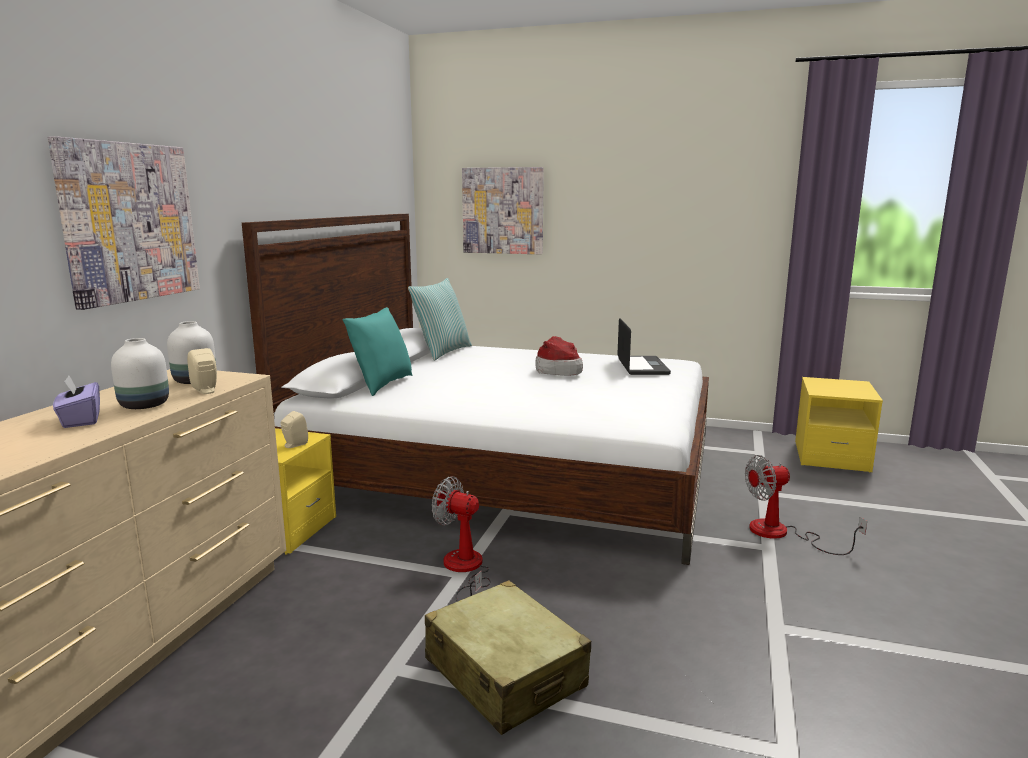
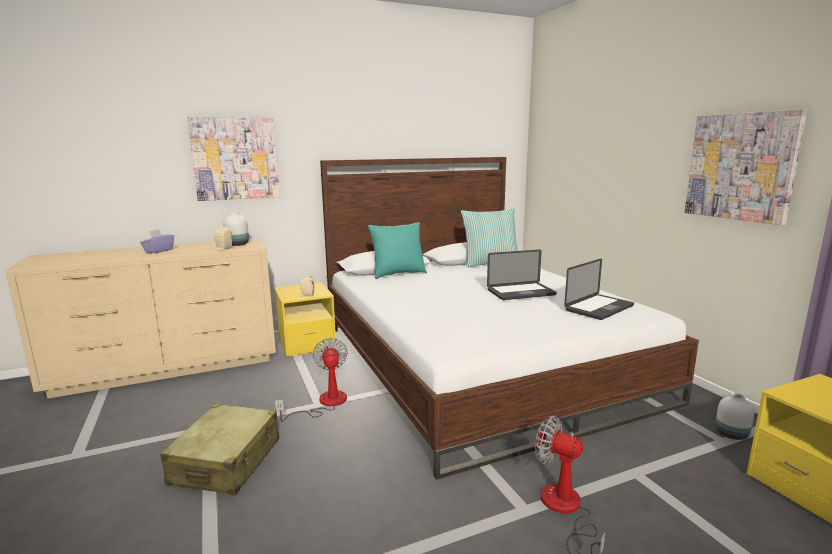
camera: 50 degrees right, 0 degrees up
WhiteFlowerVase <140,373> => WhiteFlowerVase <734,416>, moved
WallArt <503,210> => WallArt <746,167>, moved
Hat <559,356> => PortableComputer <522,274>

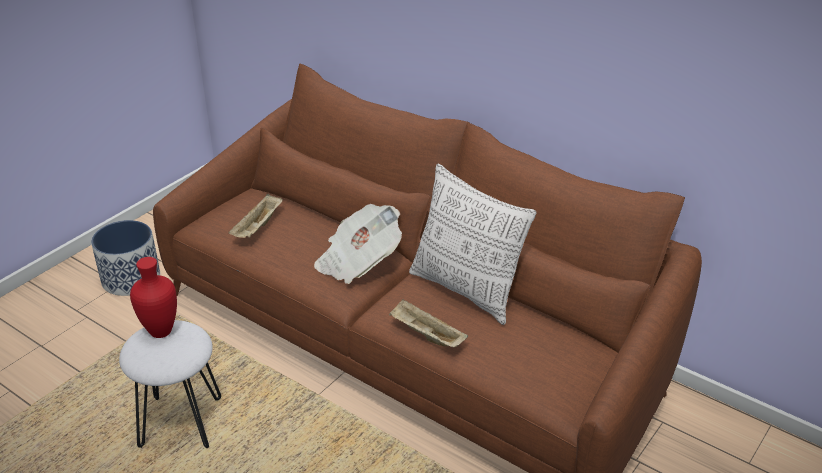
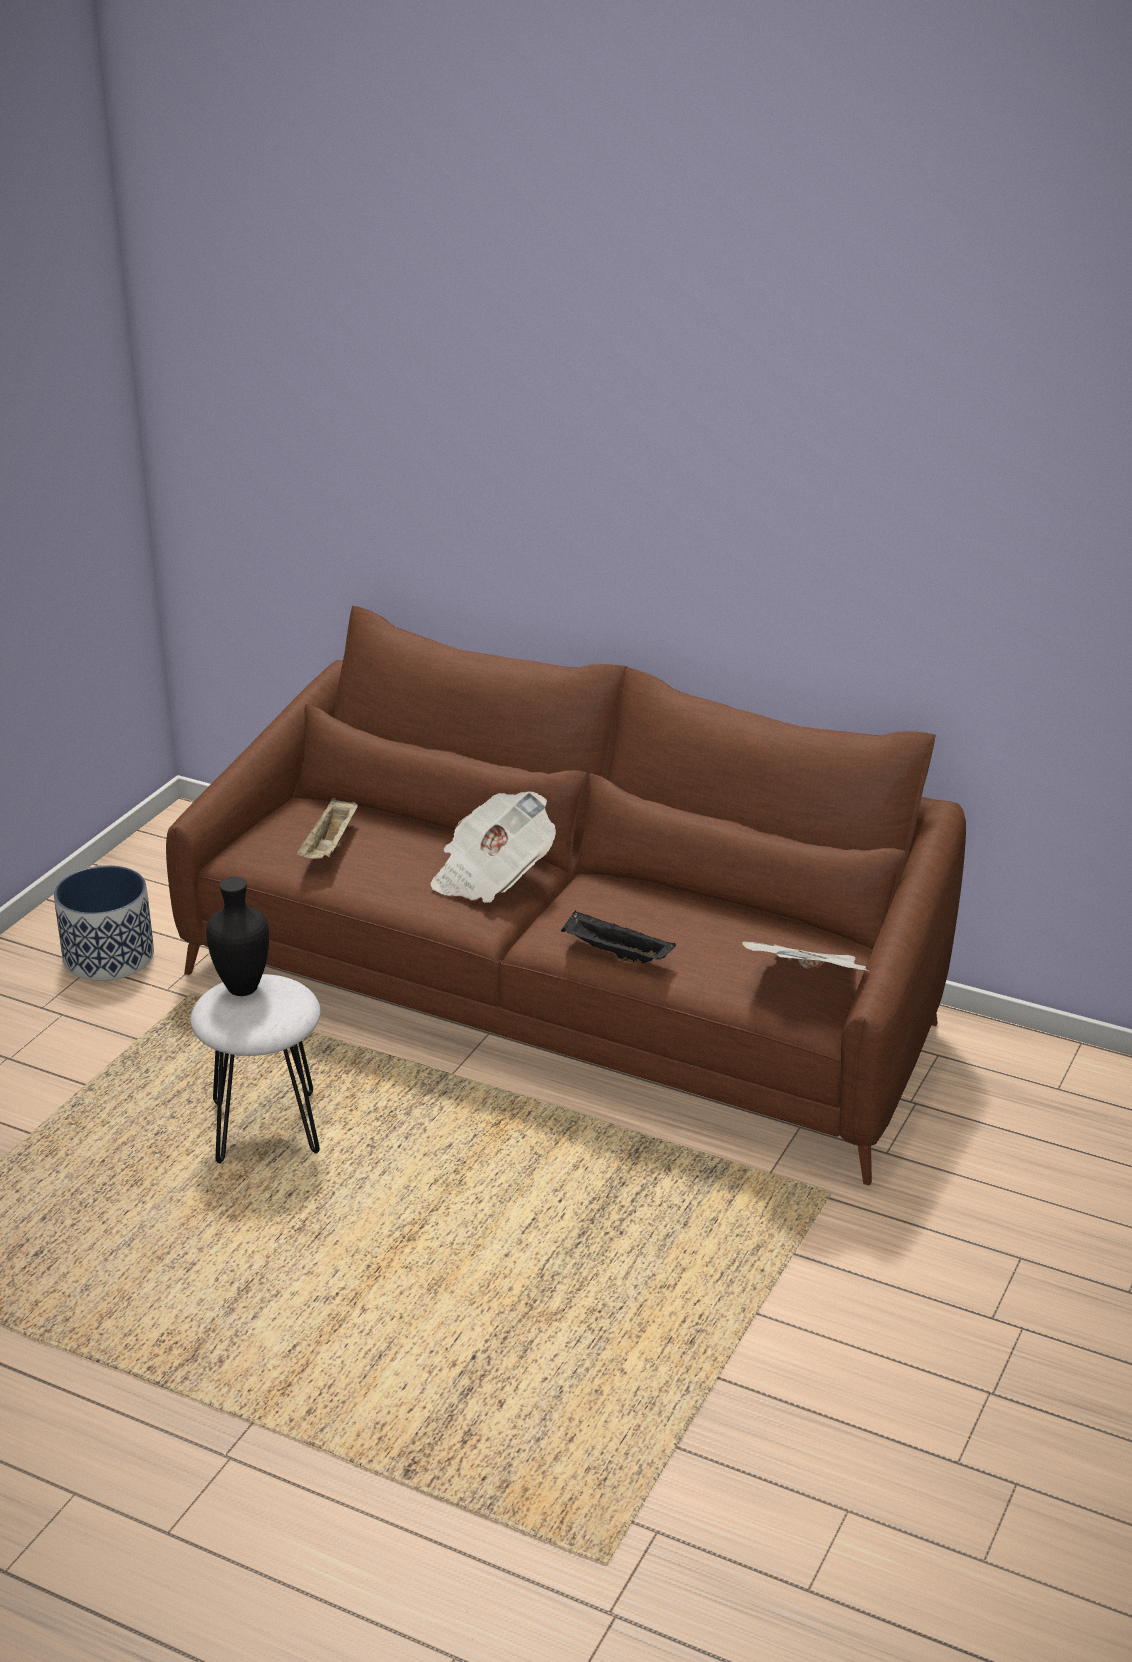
camera: 10 degrees left, 5 degrees down
RedFlowerVase <153,297> => BlackColouredFlowerVase <237,936>
BeigeColouredTray <428,323> => BlackColouredTray <618,936>
Cushion <473,244> => nothing
nothing => PrintedPaper <806,957>

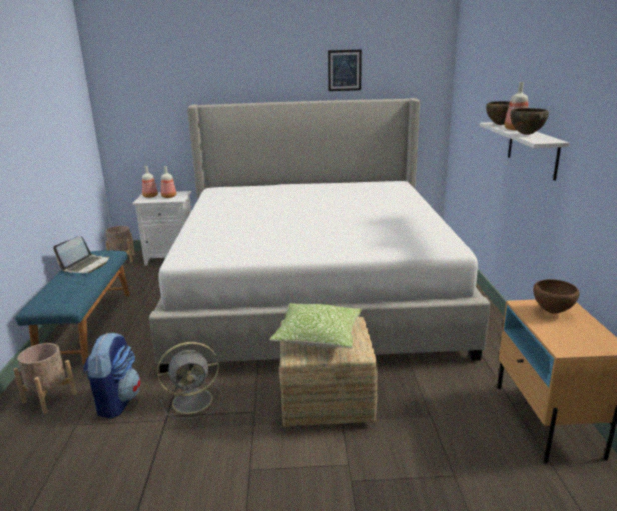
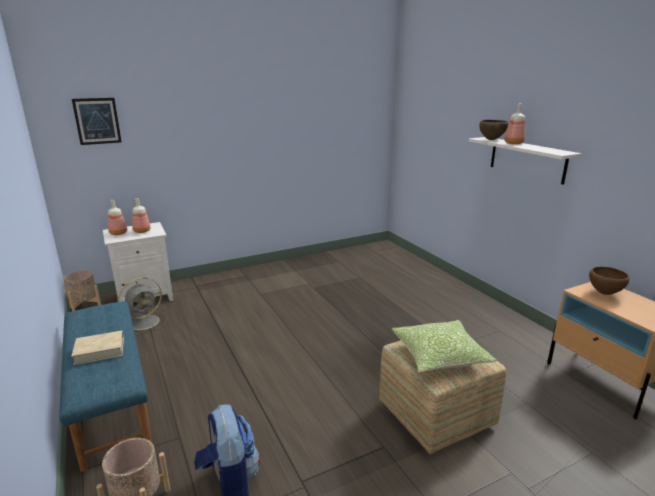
camera: 25 degrees left, 0 degrees up
PortableComputer <81,254> => nothing
Bed <319,236> => nothing
GrayElectricFan <190,381> => GrayElectricFan <142,305>, moved
WallArt <345,70> => WallArt <97,121>, moved
BrownDeepDish <529,121> => nothing
nothing => BeigeColouredBoundBook <97,348>

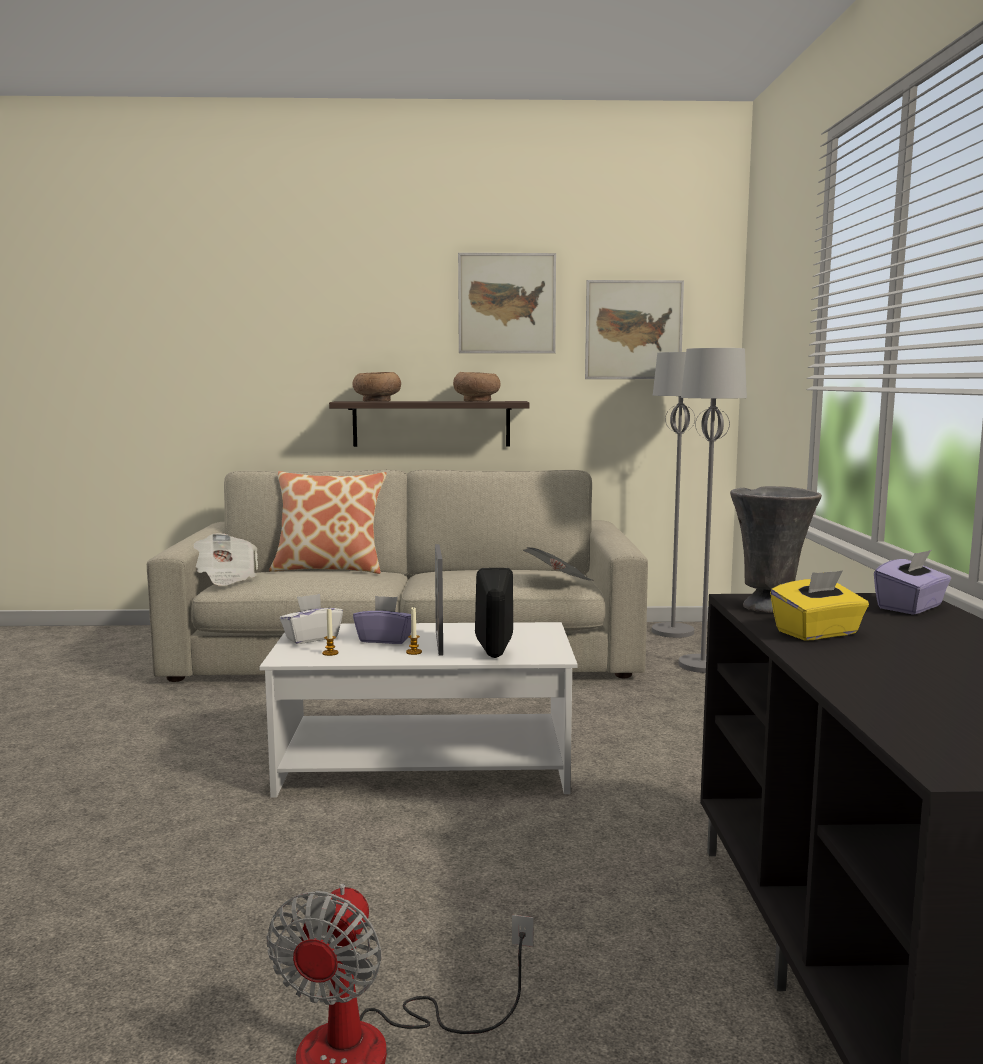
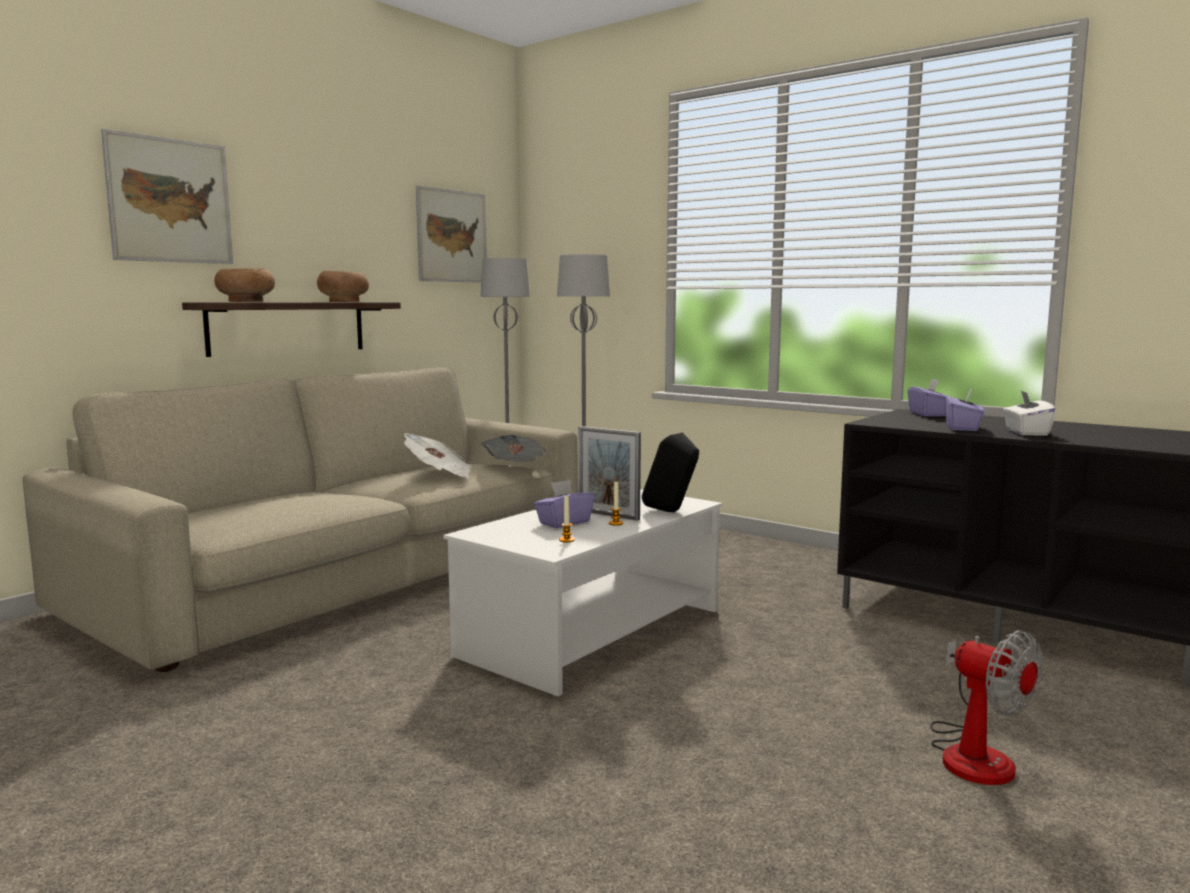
camera: 50 degrees left, 0 degrees up
PrintedPaper <226,559> => PrintedPaper <438,455>, moved
Cushion <328,522> => nothing
WhiteBoxOfTissues <311,619> => WhiteBoxOfTissues <1029,413>, moved
WallArt <507,303> => WallArt <167,196>, moved
GrayFlowerVase <776,549> => nothing
YellowBoxOfTissues <819,605> => PurpleBoxOfTissues <965,410>

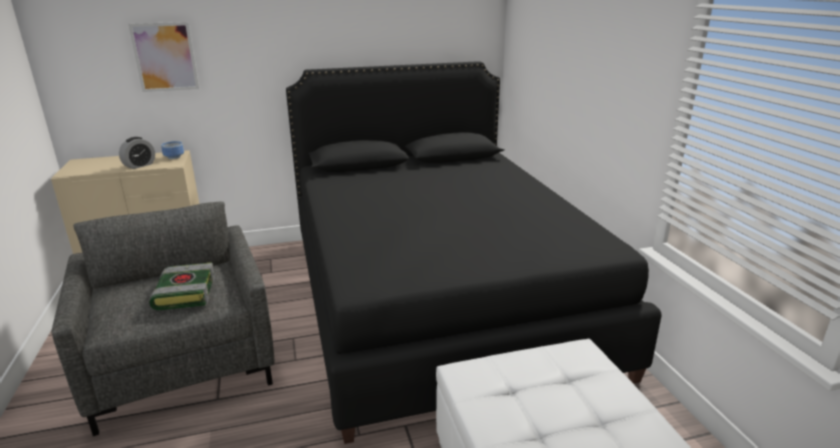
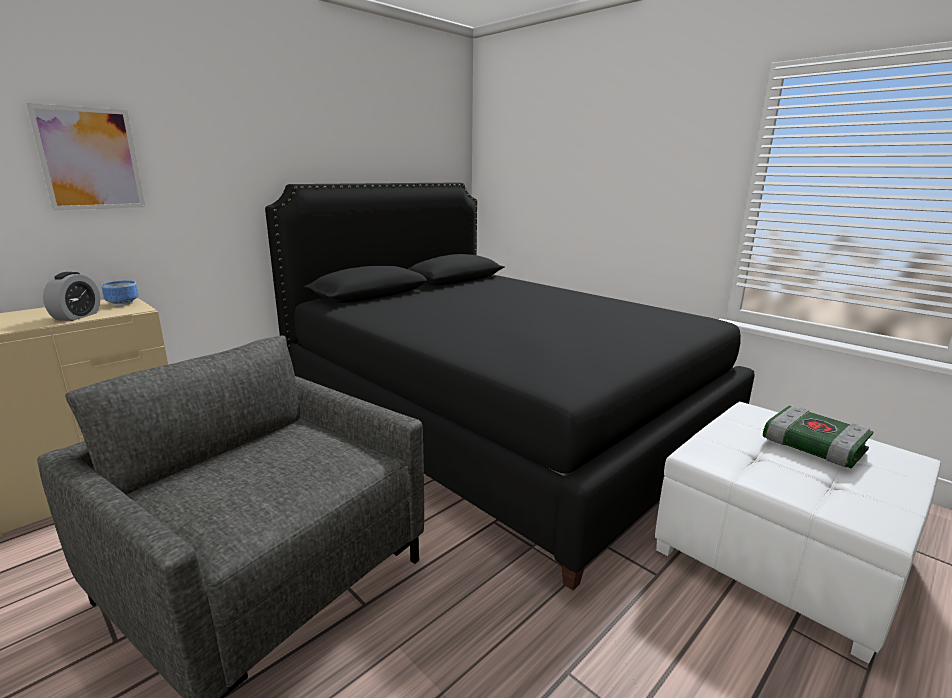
camera: 30 degrees left, 5 degrees down
BoundBook <182,286> => BoundBook <818,436>, moved

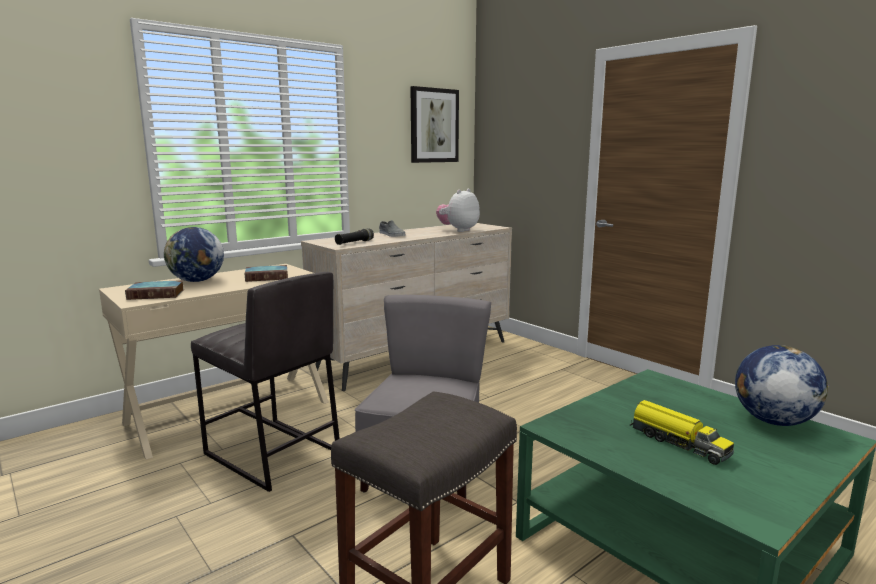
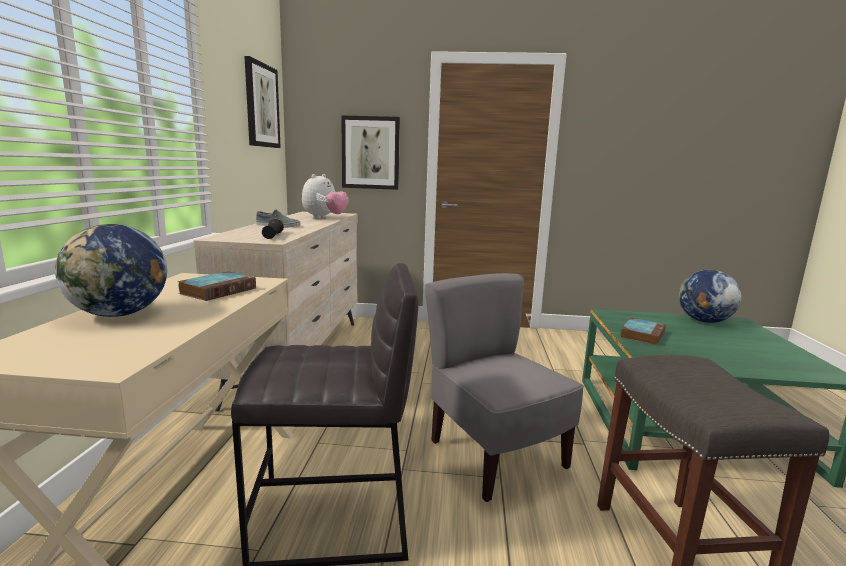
camera: 45 degrees left, 0 degrees up
BoundBook <154,290> => BoundBook <643,331>, moved
PlushToy <458,210> => PlushToy <325,196>, 150 degrees counterclockwise
ToyLorry <682,432> => nothing
nothing => WallArt <370,152>

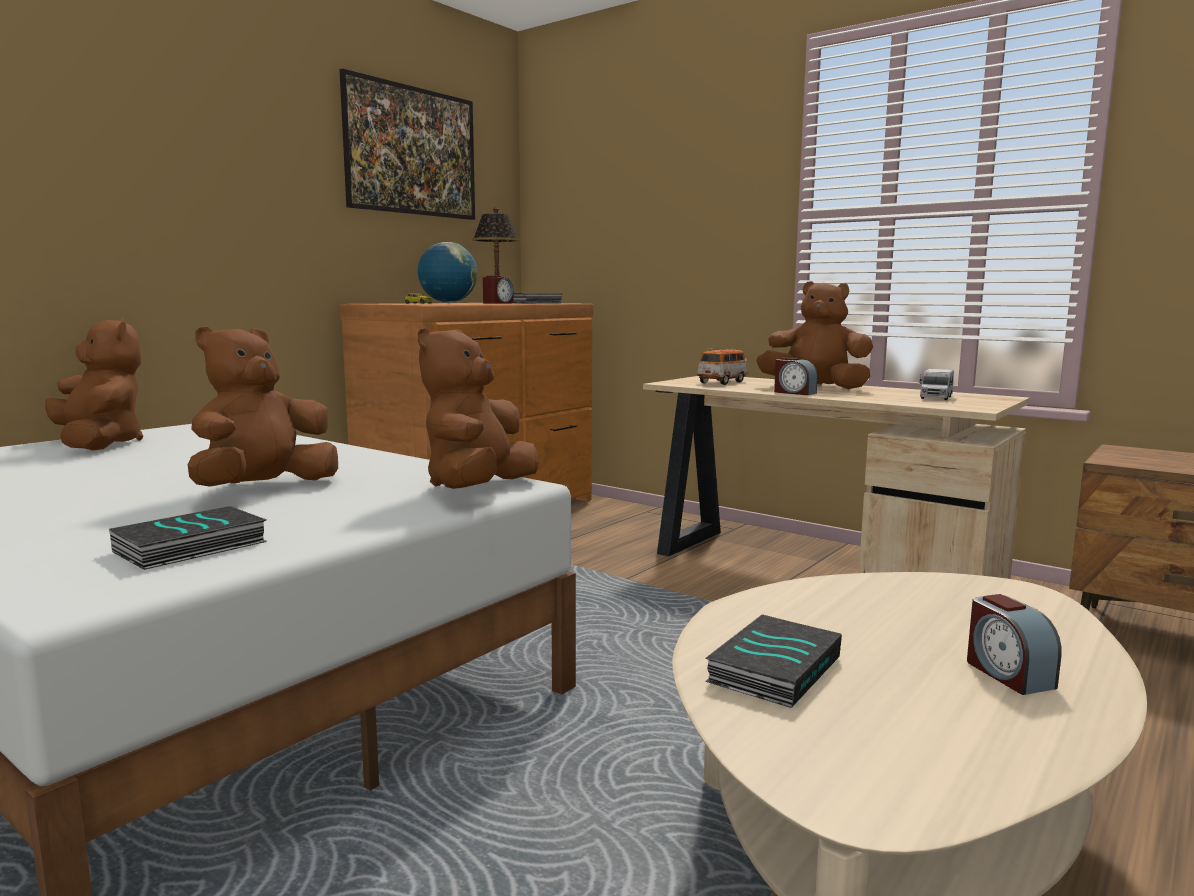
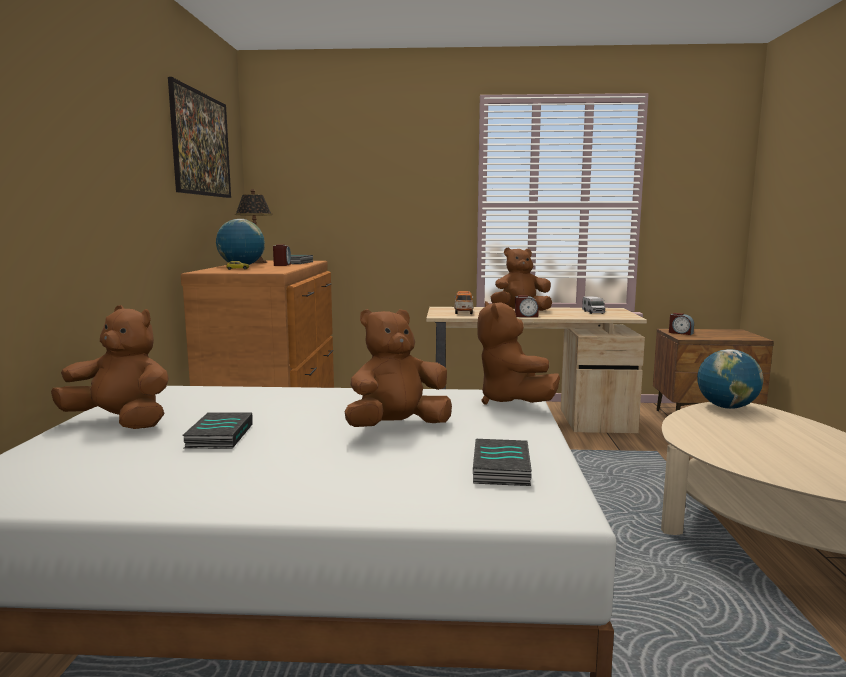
camera: 35 degrees left, 0 degrees up
BrownPlushToy <263,406> => BrownPlushToy <398,368>, 60 degrees clockwise
BoundBook <773,661> => BoundBook <217,430>, moved
BedsideClock <1014,644> => BedsideClock <681,324>, moved
nothing => WorldGlobe <730,379>

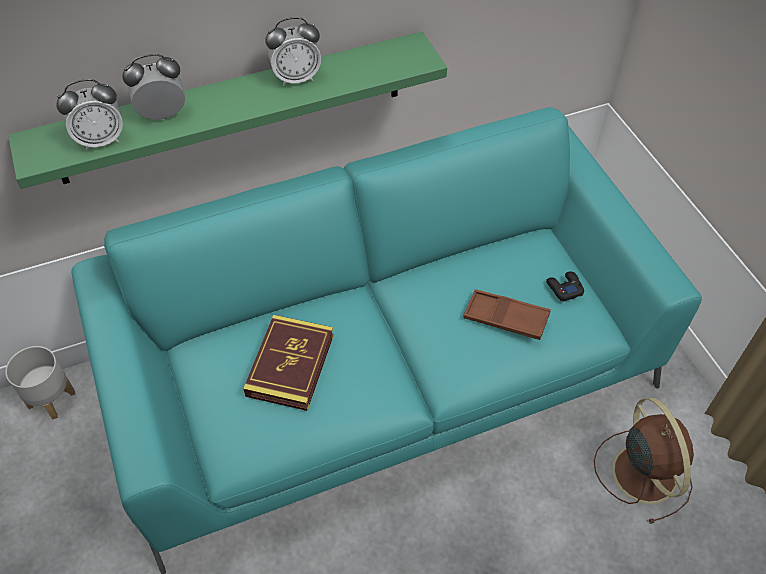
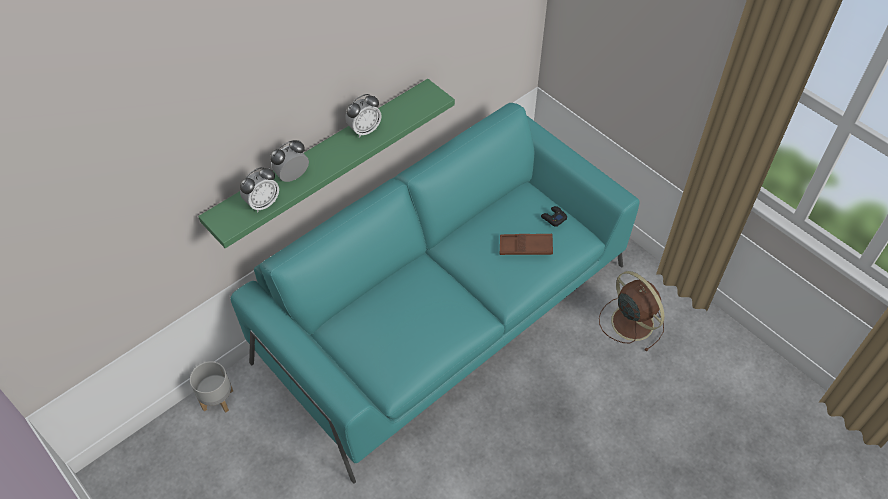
camera: 20 degrees left, 0 degrees up
BoundBook <288,363> => nothing

